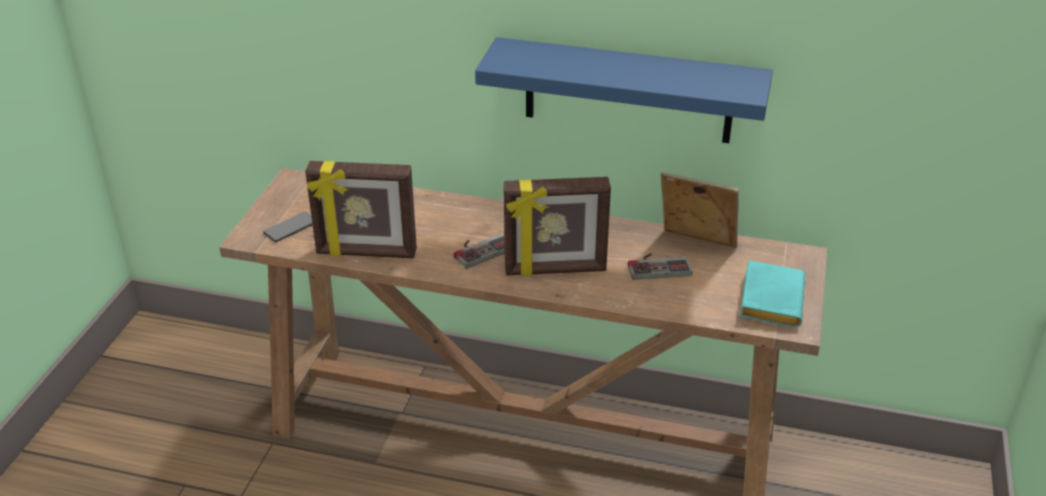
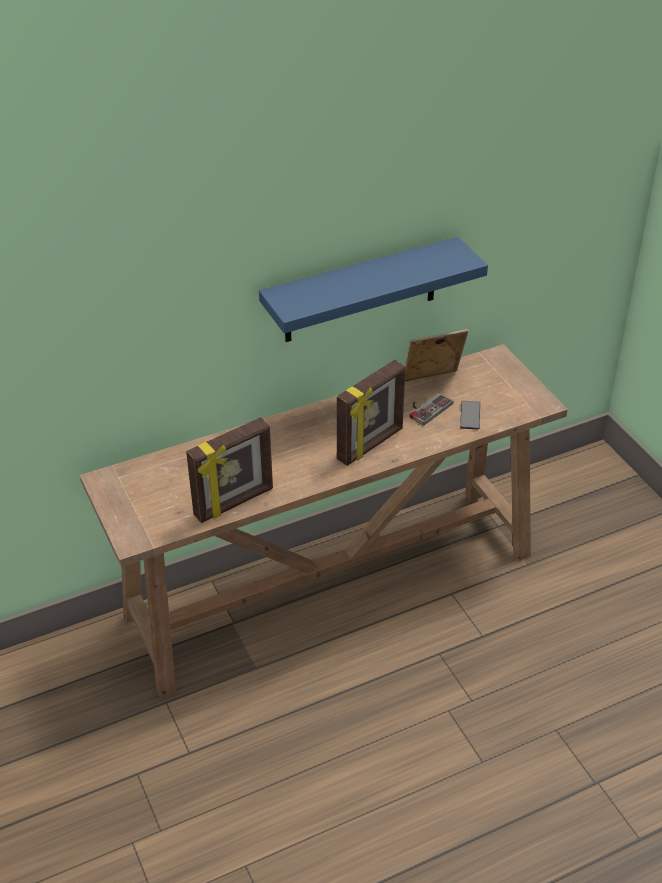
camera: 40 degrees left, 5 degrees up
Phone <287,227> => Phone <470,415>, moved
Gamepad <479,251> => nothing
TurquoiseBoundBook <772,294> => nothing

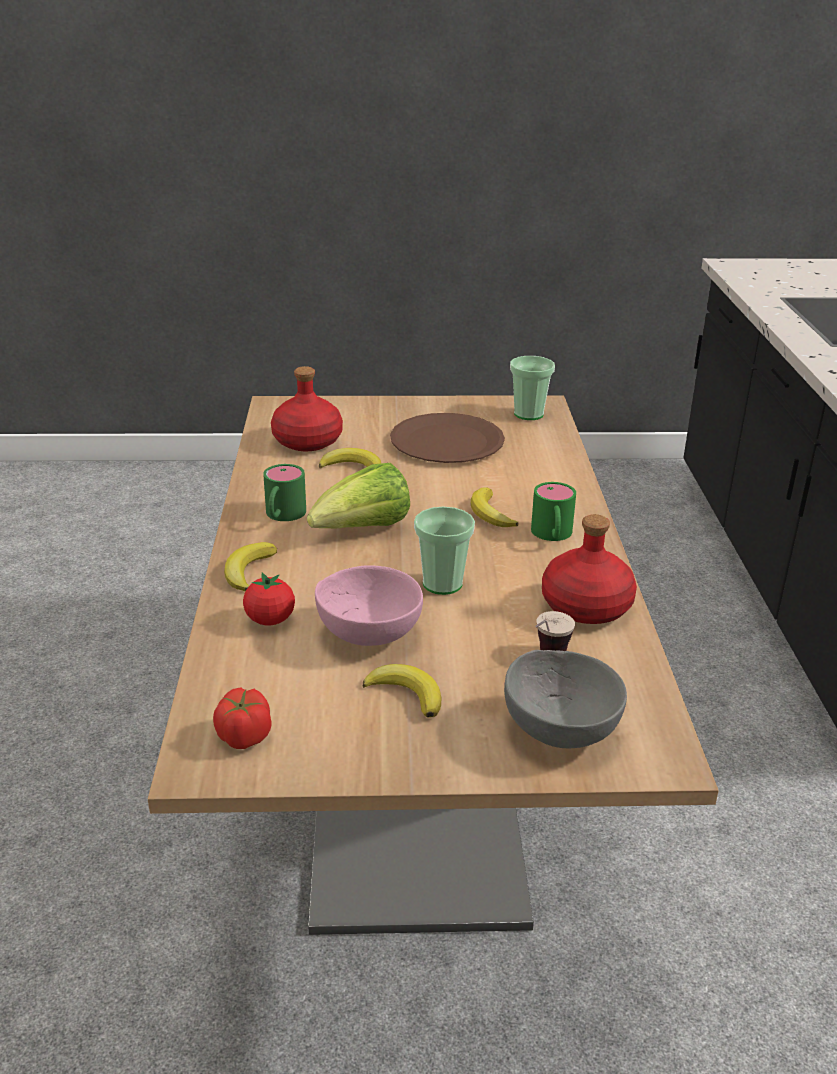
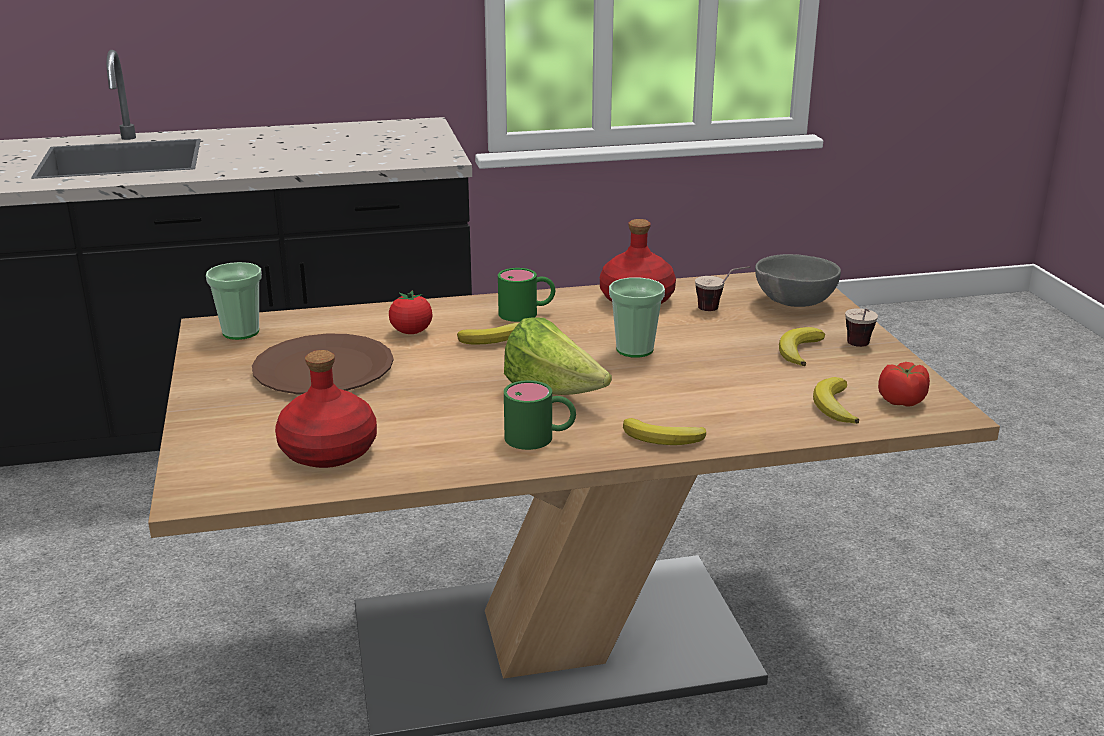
camera: 100 degrees left, 5 degrees down
FreshTomato <269,598> => FreshTomato <410,312>, moved
PinkishDeepDish <369,605> => nothing
BananaFruit <350,458> => BananaFruit <836,400>, moved
nothing => Cup <861,327>

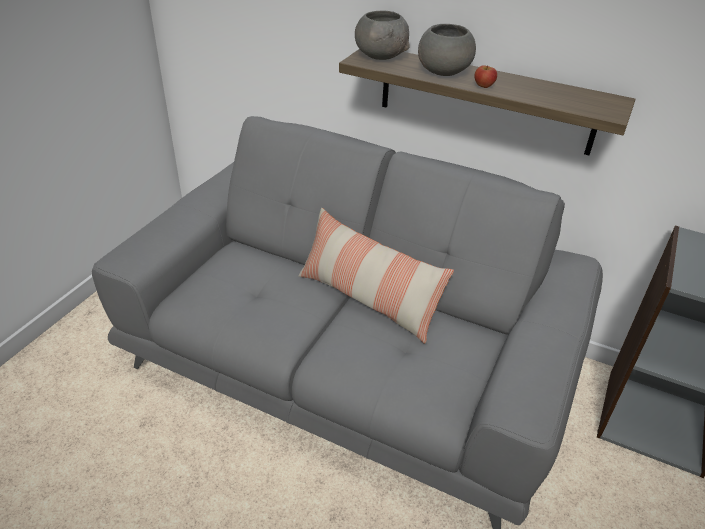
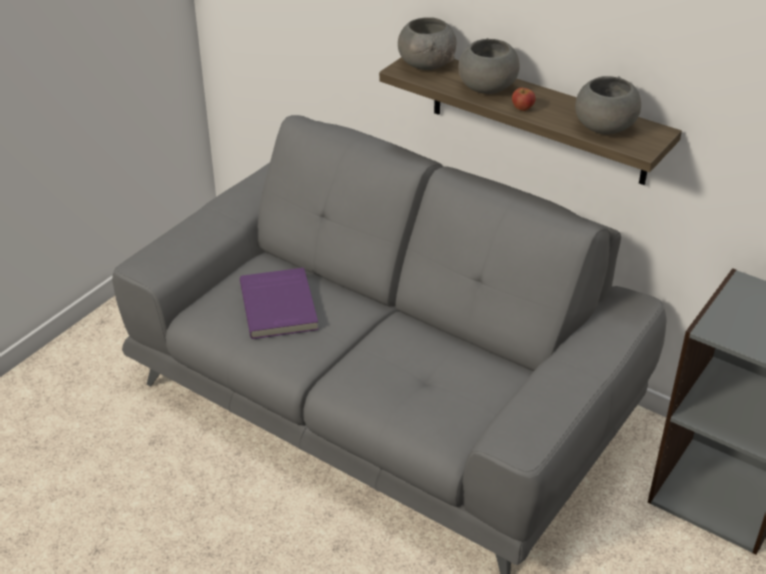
camera: 10 degrees right, 0 degrees up
Cushion <376,276> => nothing
nothing => PurpleBoundBook <279,303>
nothing => GrayDeepDish <608,105>

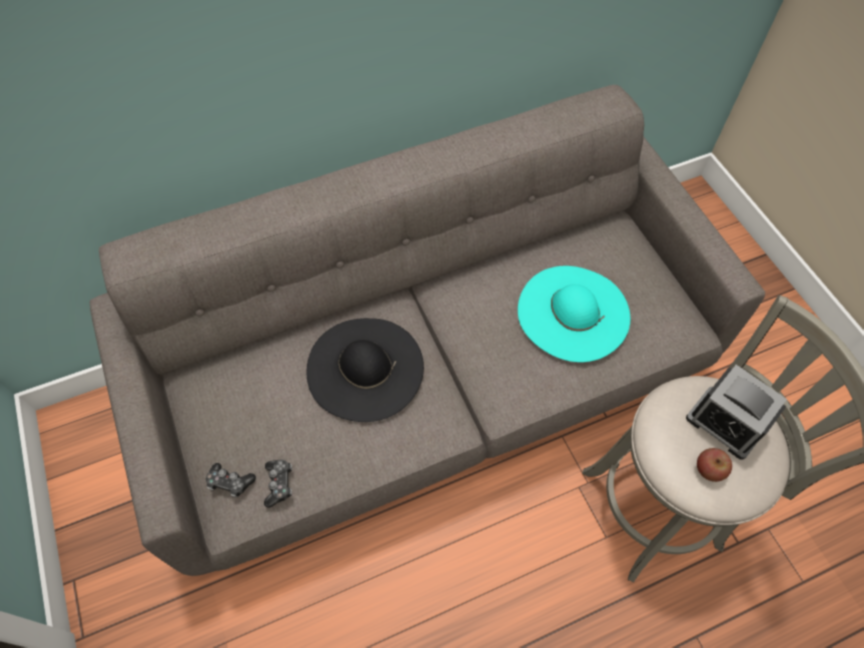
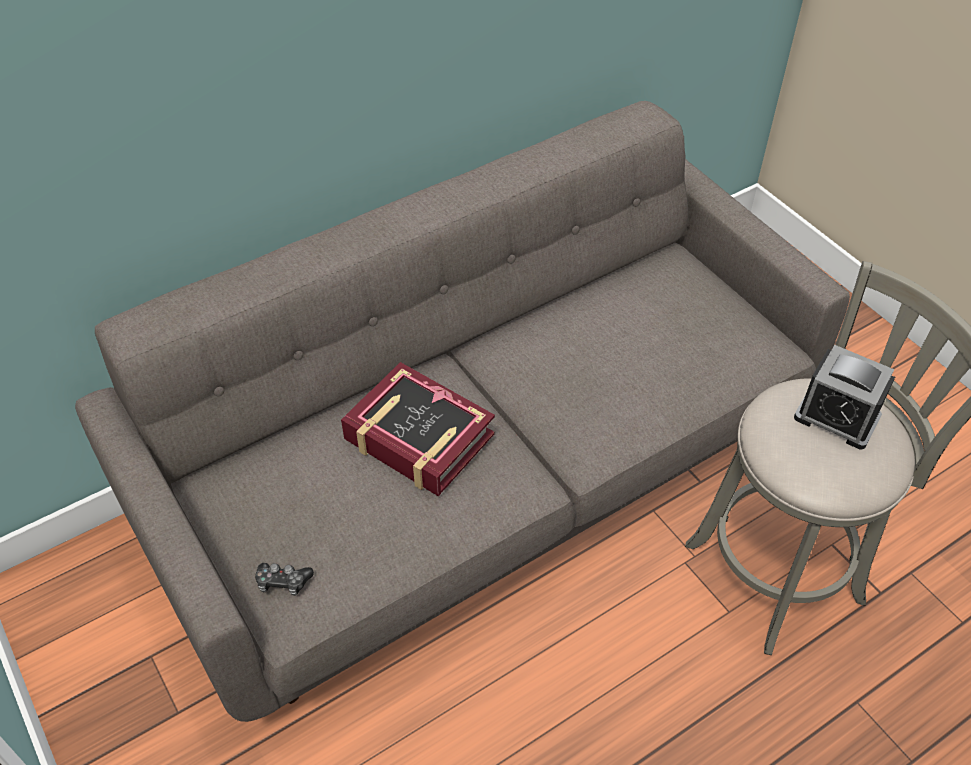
camera: 10 degrees left, 10 degrees down
Gamepad <278,484> => nothing
BlackColouredHat <365,370> => BoundBook <418,429>
TurquoiseHat <574,314> => nothing
Apple <714,465> => nothing

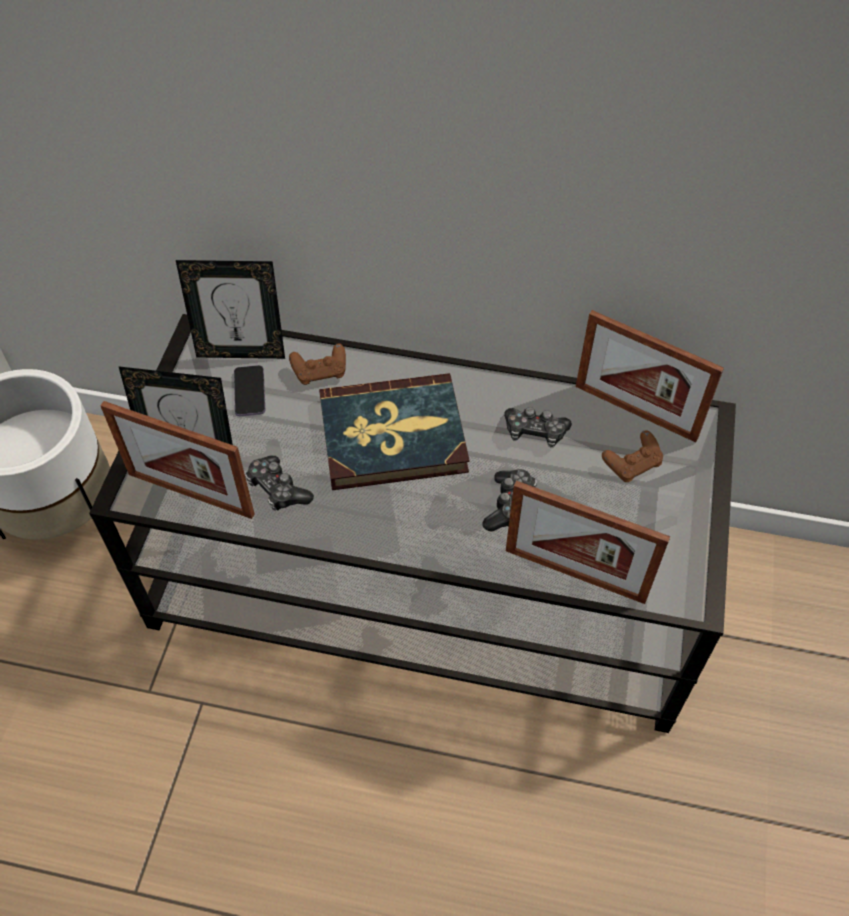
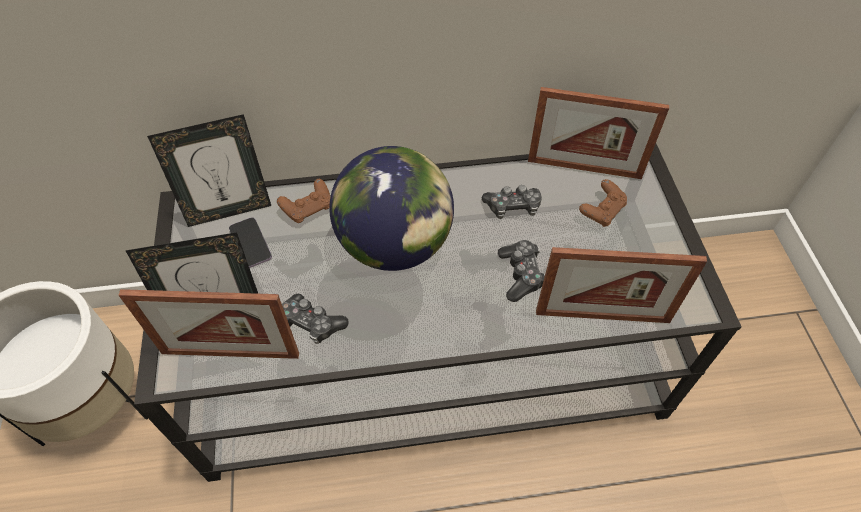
camera: 20 degrees left, 0 degrees up
BoundBook <394,431> => WorldGlobe <391,208>

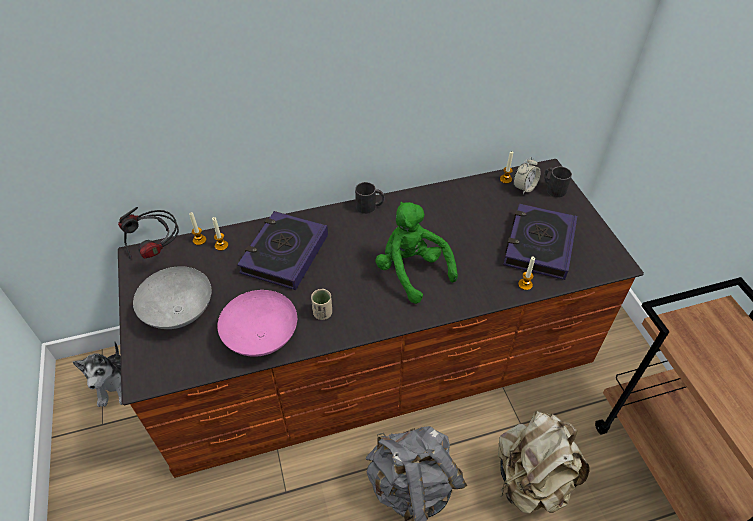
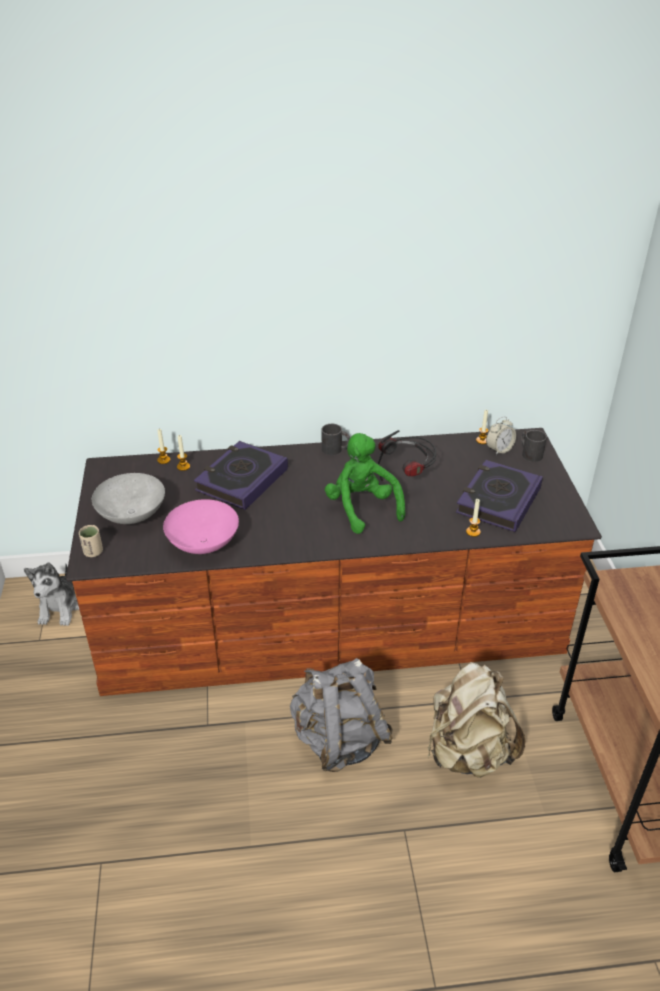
camera: 10 degrees right, 10 degrees down
PairOfHeadphones <148,233> => PairOfHeadphones <407,455>, moved
BeigeColouredCup <321,304> => BeigeColouredCup <91,541>, moved

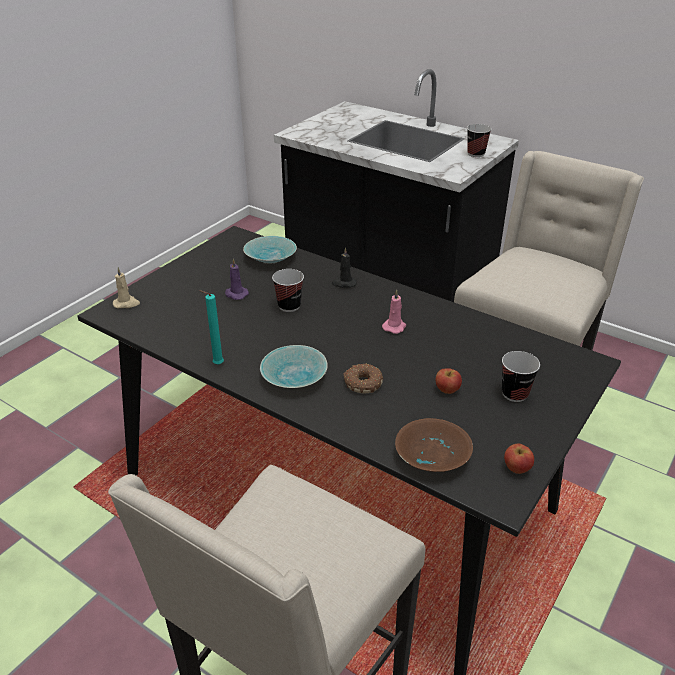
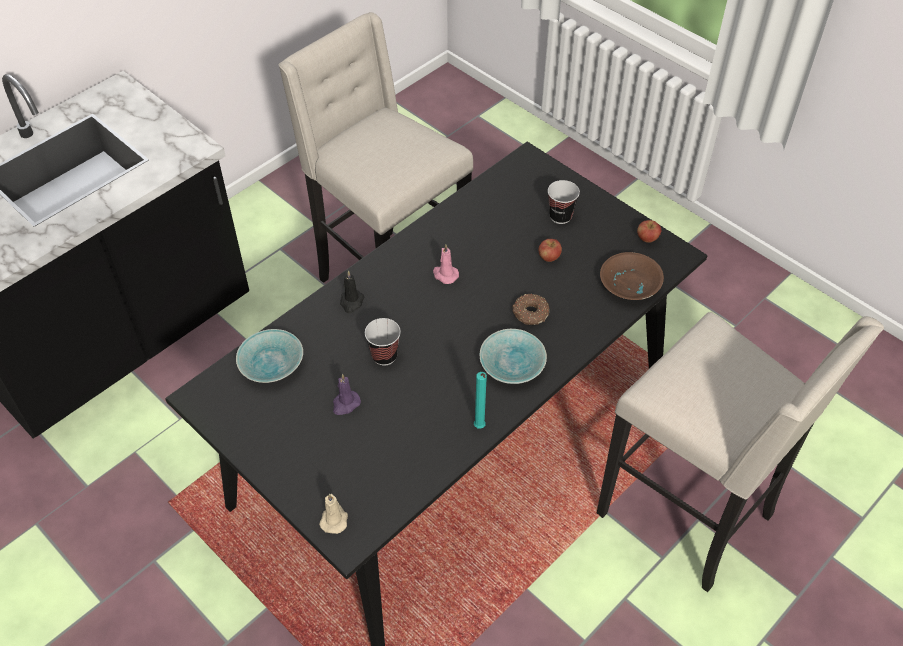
camera: 80 degrees left, 15 degrees up
Cup <479,140> => nothing

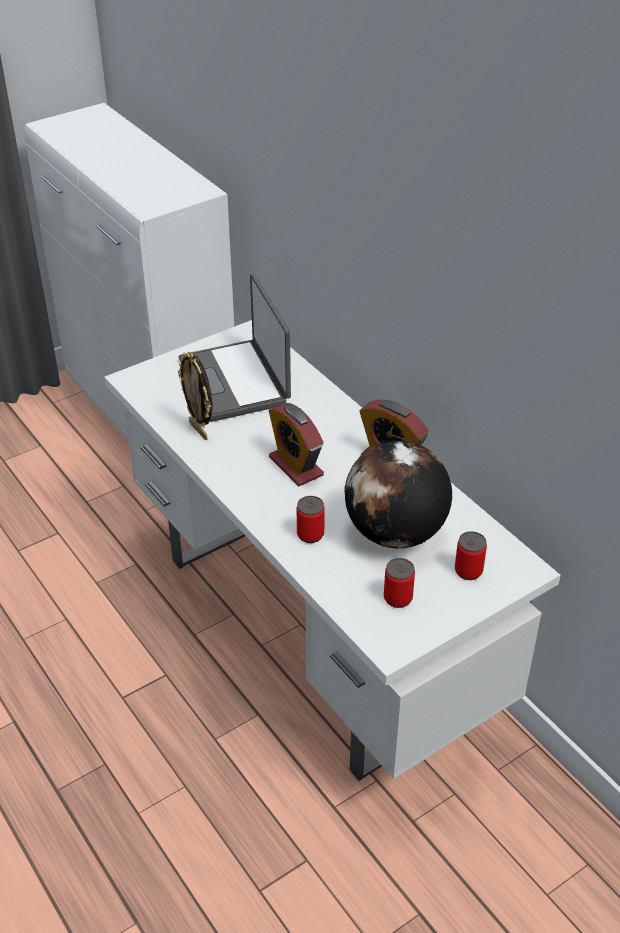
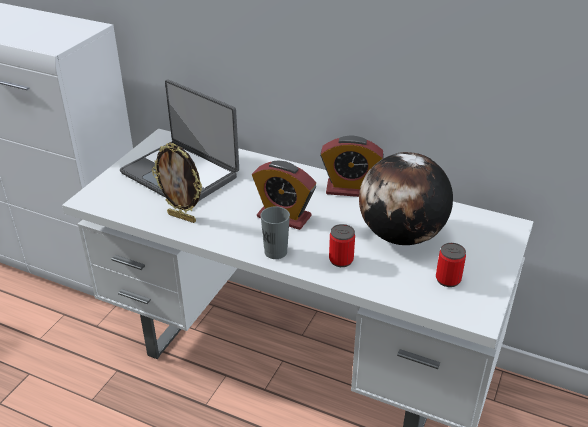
camera: 30 degrees left, 5 degrees down
Can <471,555> => nothing
nothing => GrayCup <275,232>

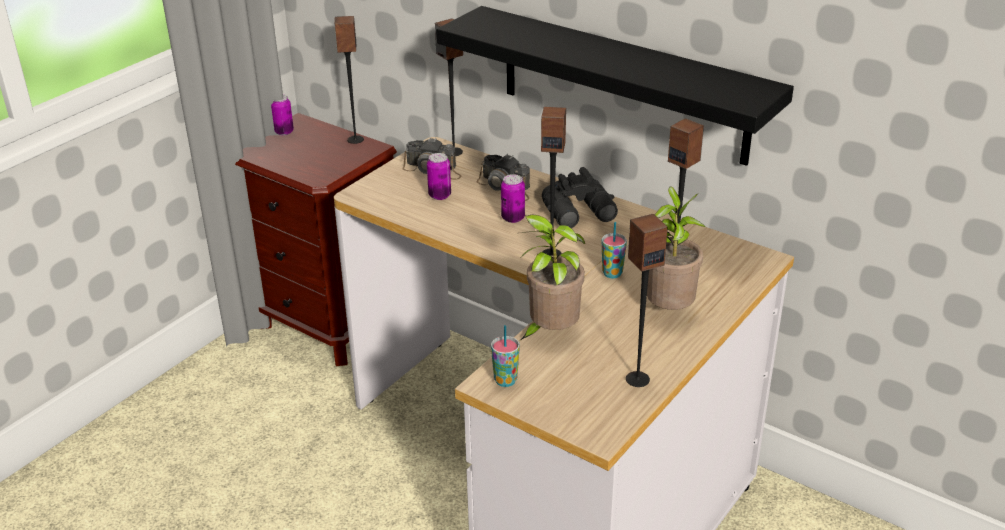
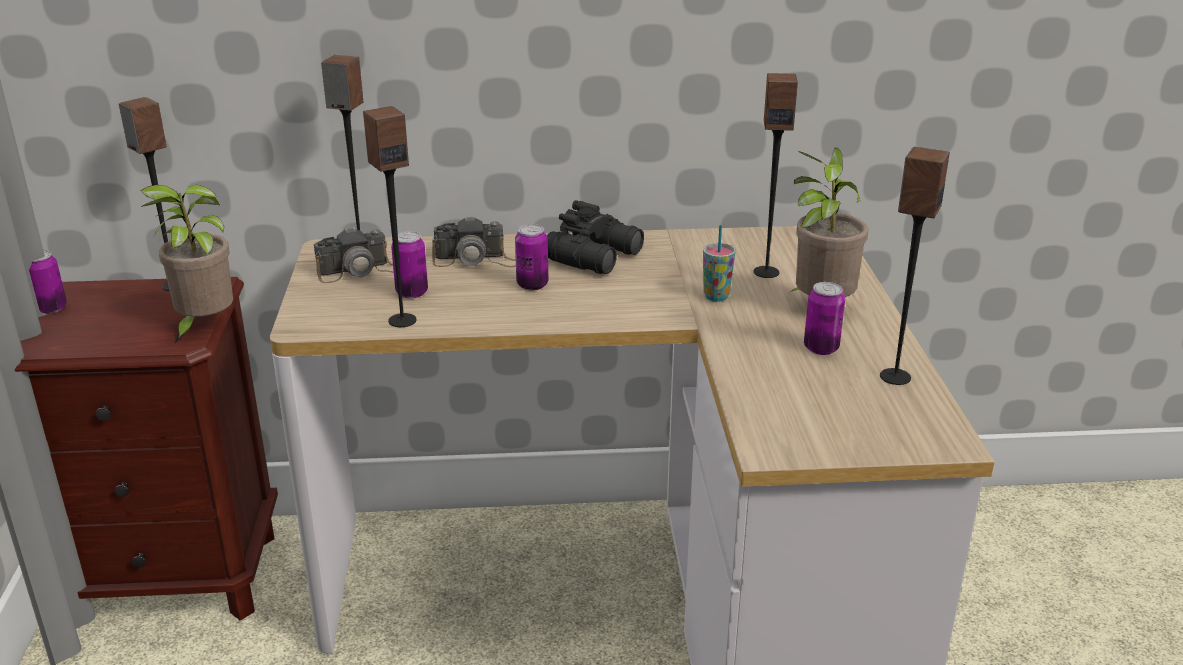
camera: 40 degrees left, 5 degrees down
BlackColouredBracketShelf <615,86> => nothing
Cup <505,356> => nothing
PlantInAPot <549,277> => PlantInAPot <186,263>, moved
AudioSpeaker <553,181> => AudioSpeaker <390,216>, moved
nothing => Can <824,318>

